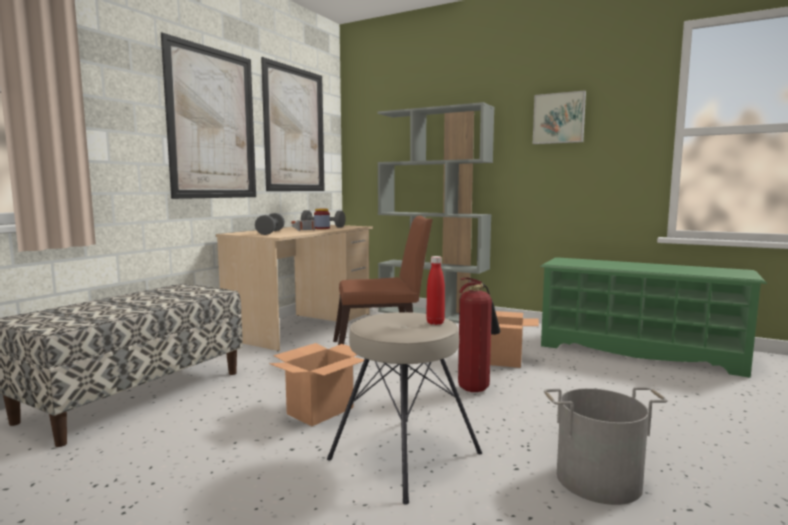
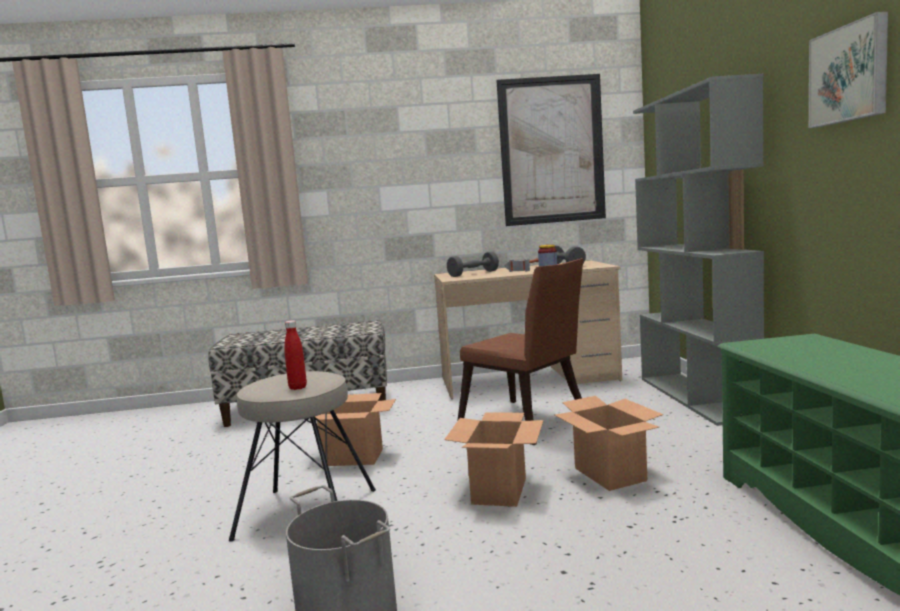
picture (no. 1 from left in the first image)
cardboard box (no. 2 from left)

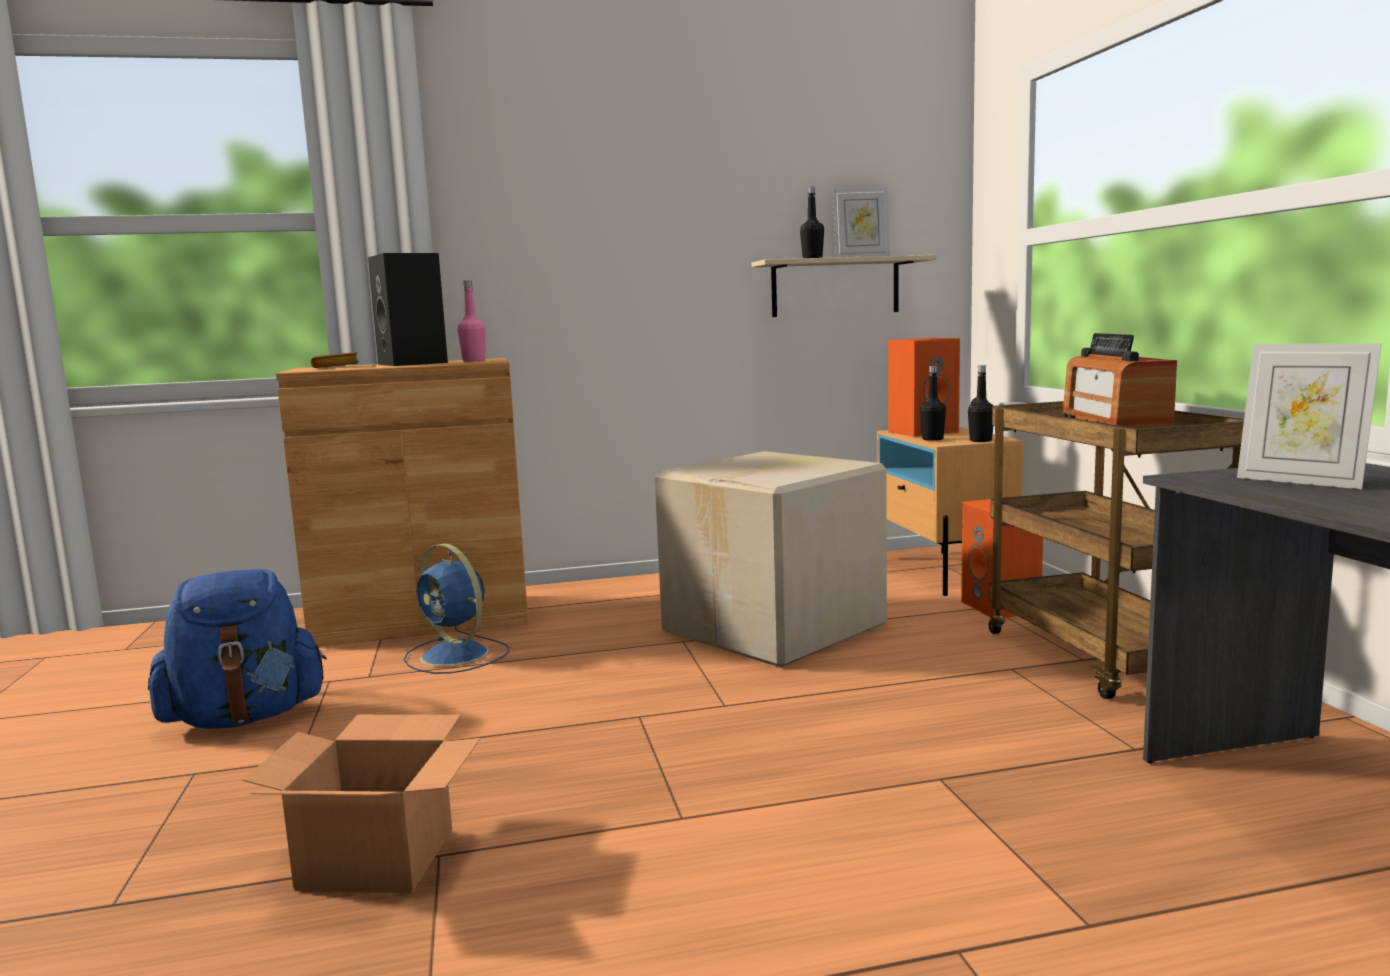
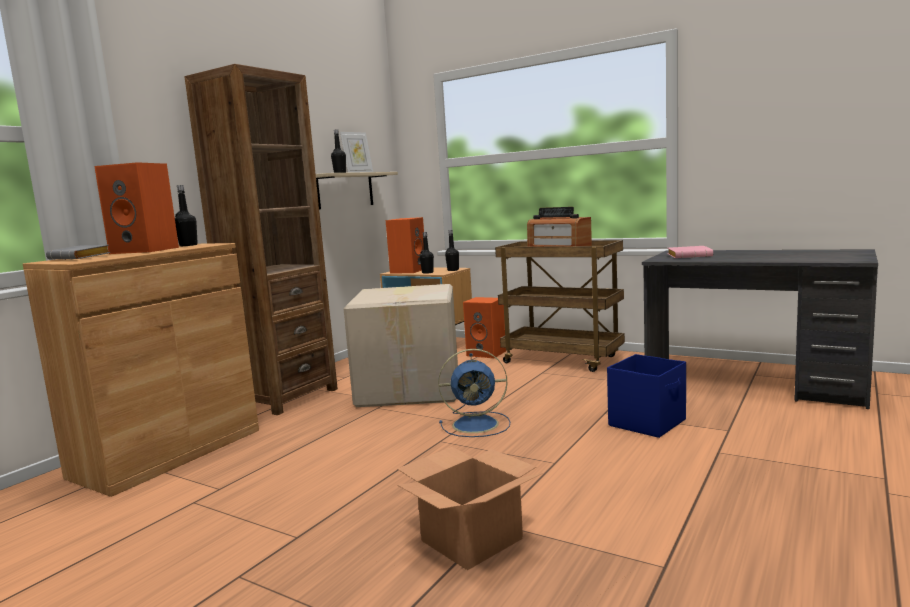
backpack (blue)
book (grey)
speaker (orange) (no. 1 from left)
fan (blue)
bottle (black) (no. 1 from left)
book (pink)
bookcase (brown)
storage box (blue)

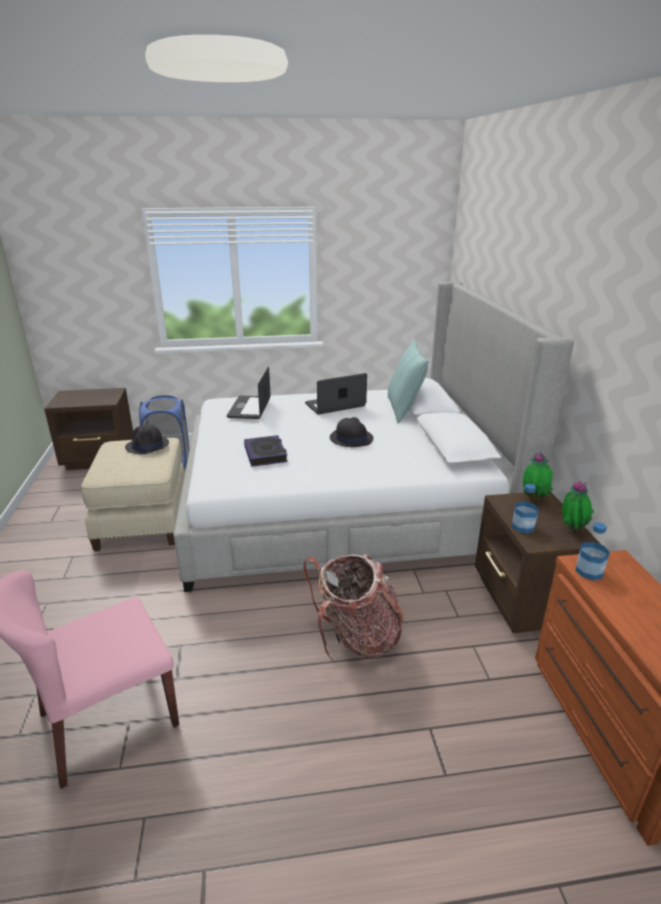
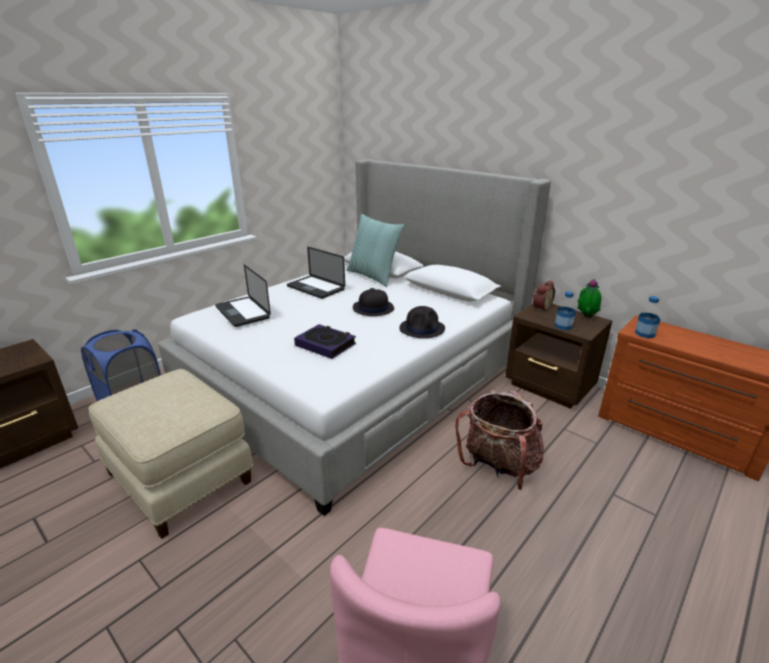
hat (black) (no. 2 from left)
laptop (no. 2 from left)
alarm clock

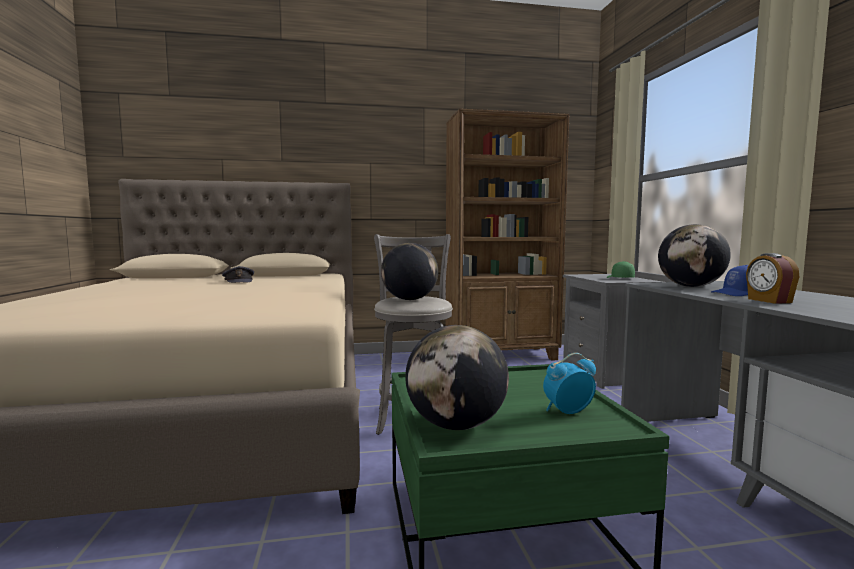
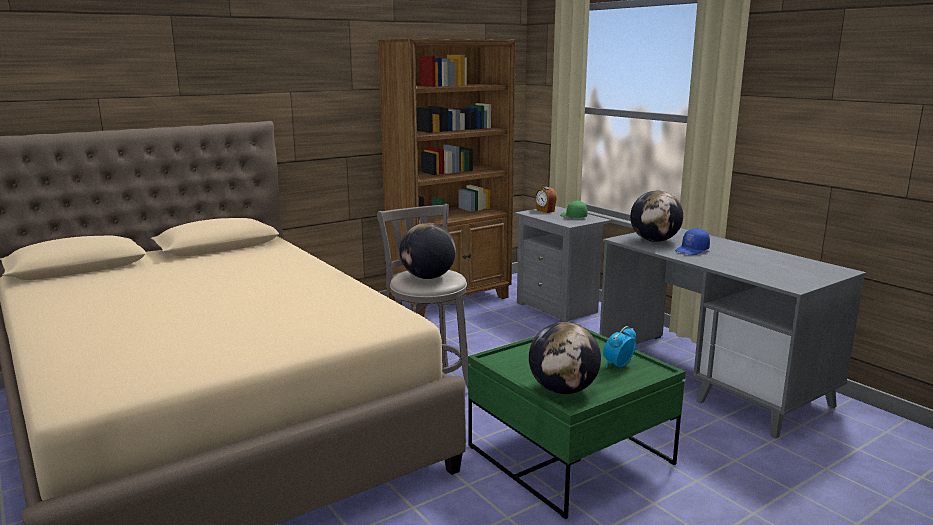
cap (grey)
alarm clock (no. 1 from left)

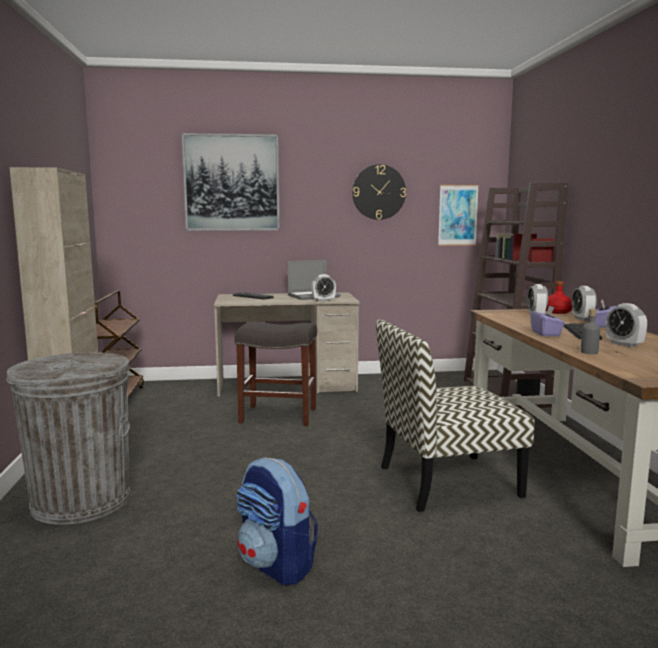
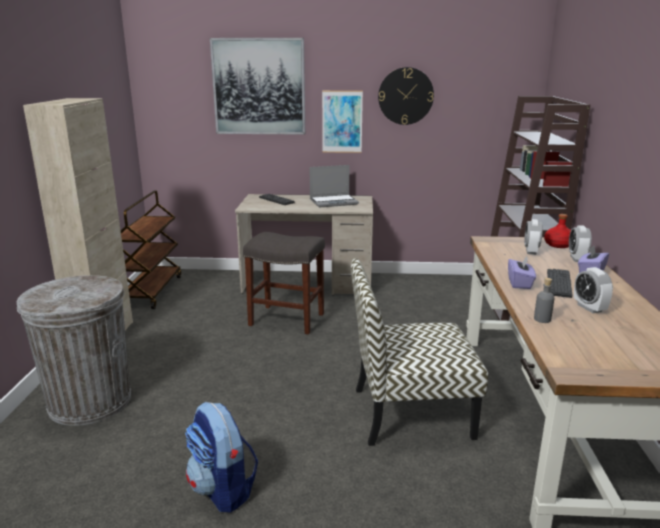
alarm clock (no. 1 from left in the first image)
picture (no. 2 from left)

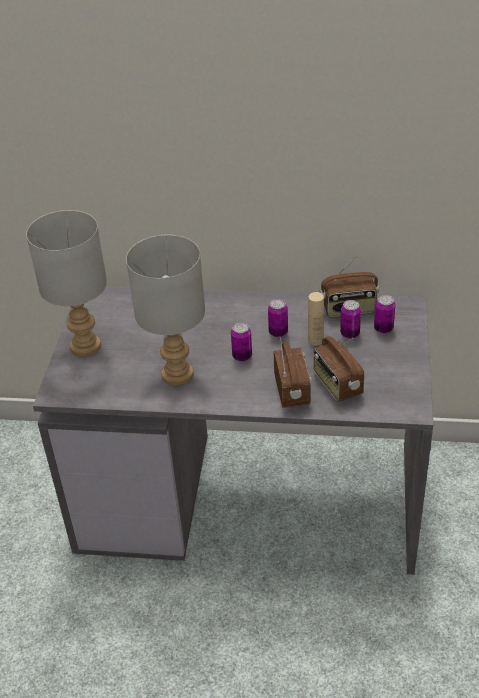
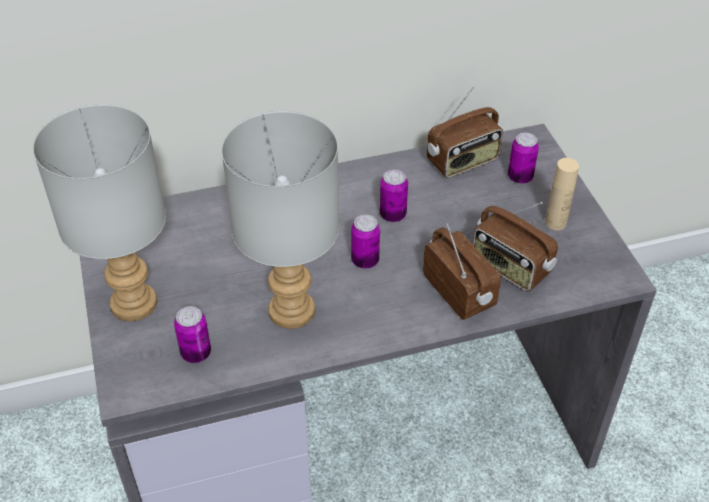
bottle (beige)
can (no. 1 from left)

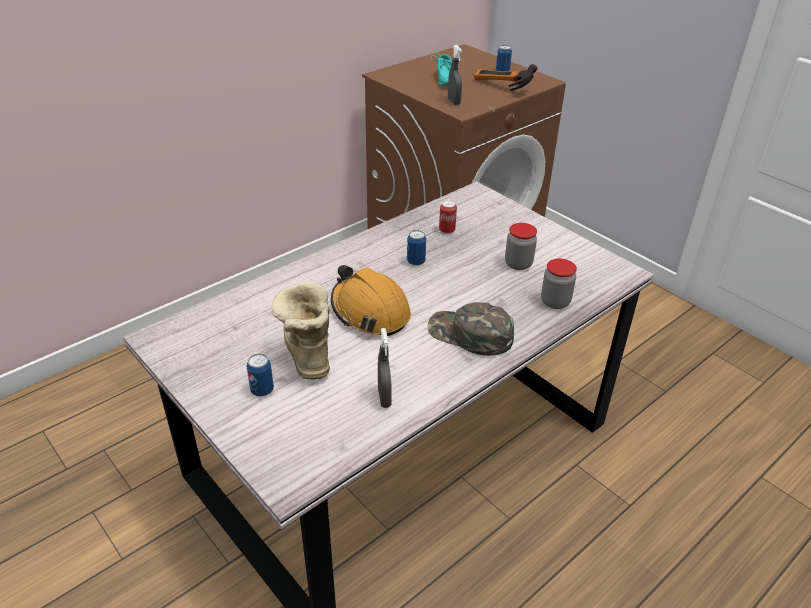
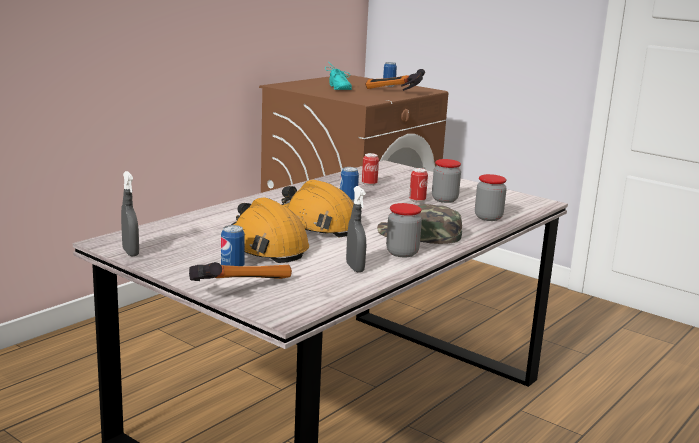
hard hat (orange) (no. 1 from left)
spray bottle (grey) (no. 1 from left)
hammer (no. 1 from left)
jar (no. 1 from left)
can (no. 5 from left)

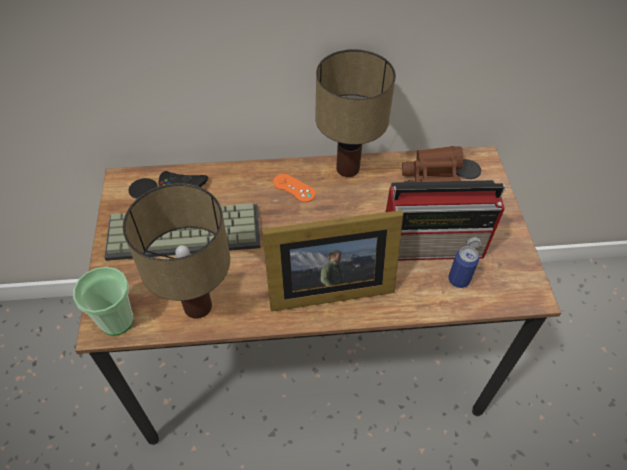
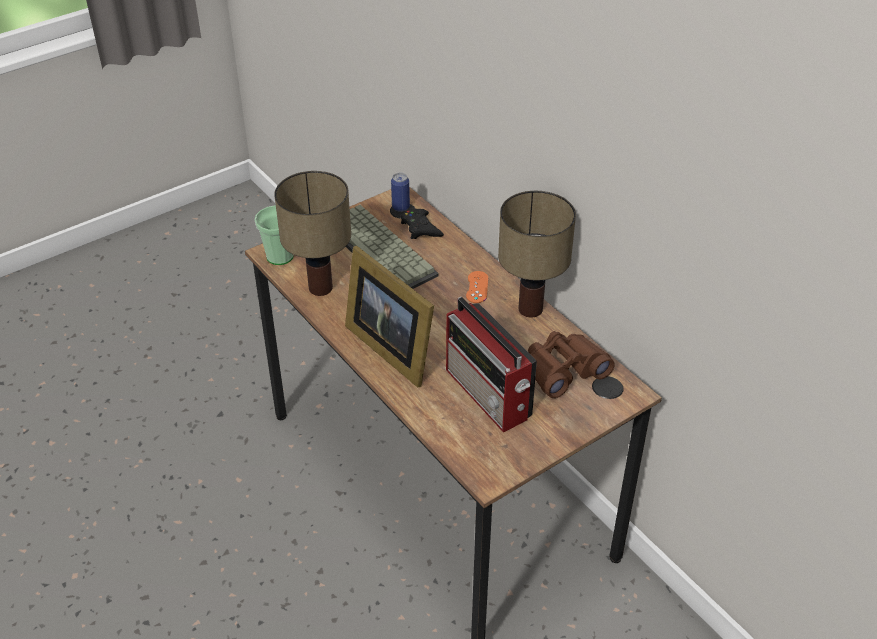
can

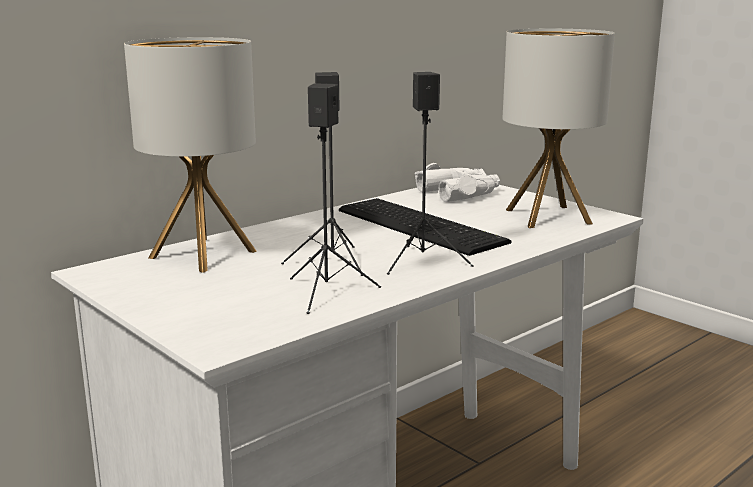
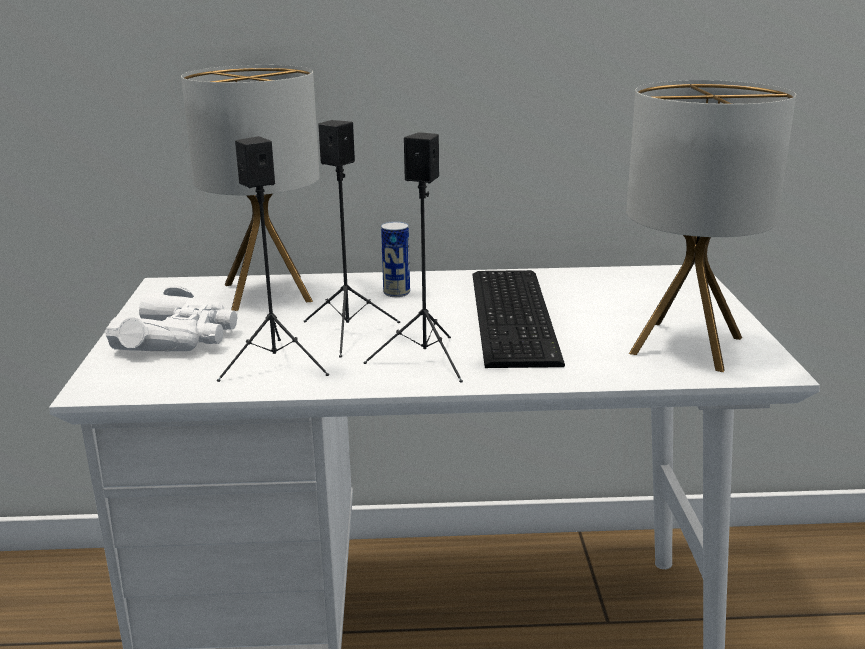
binoculars (white)
can

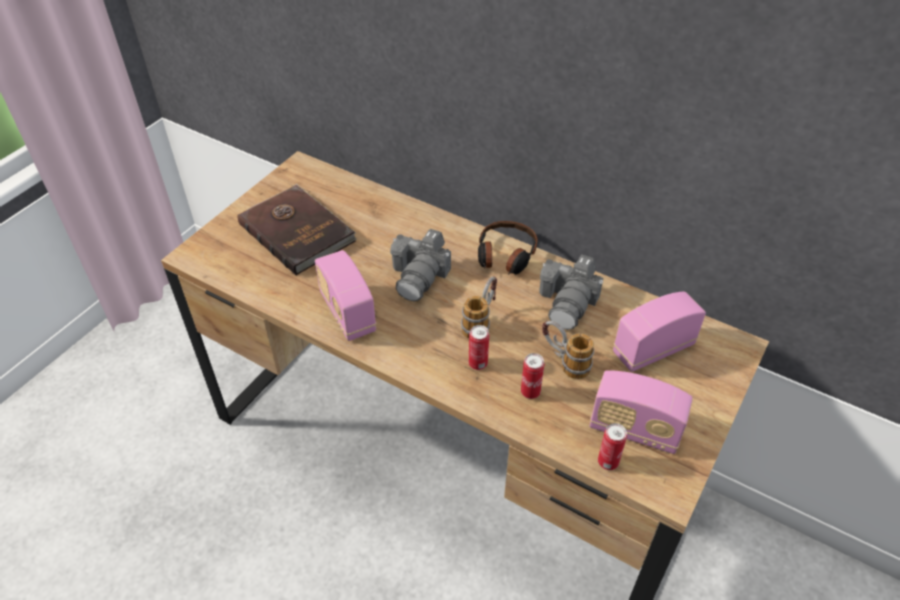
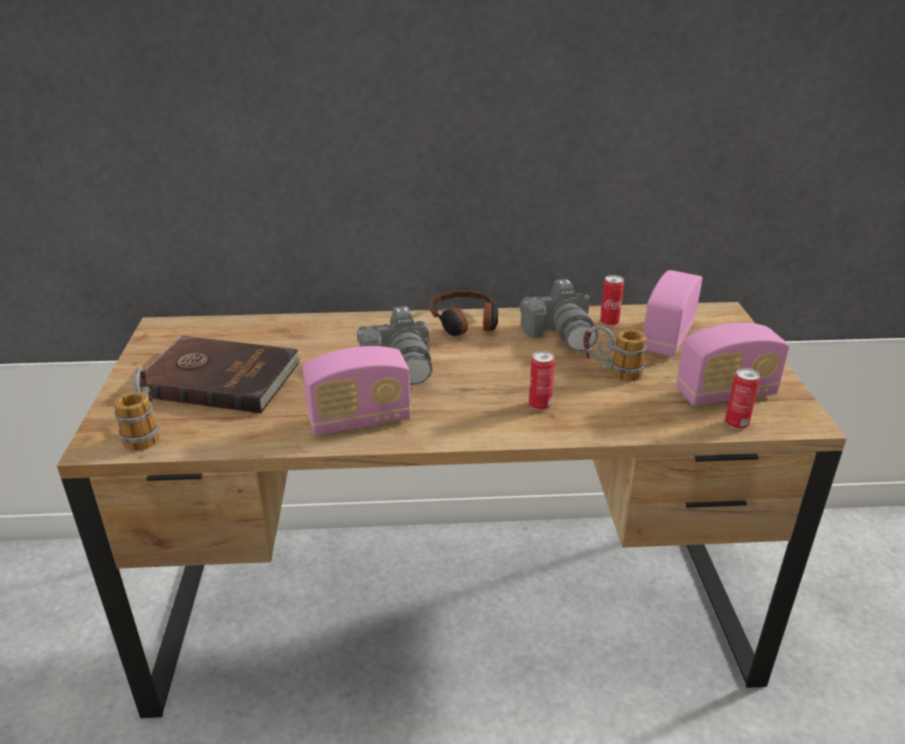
radio (no. 1 from left)
mug (no. 1 from left)
can (no. 2 from left)

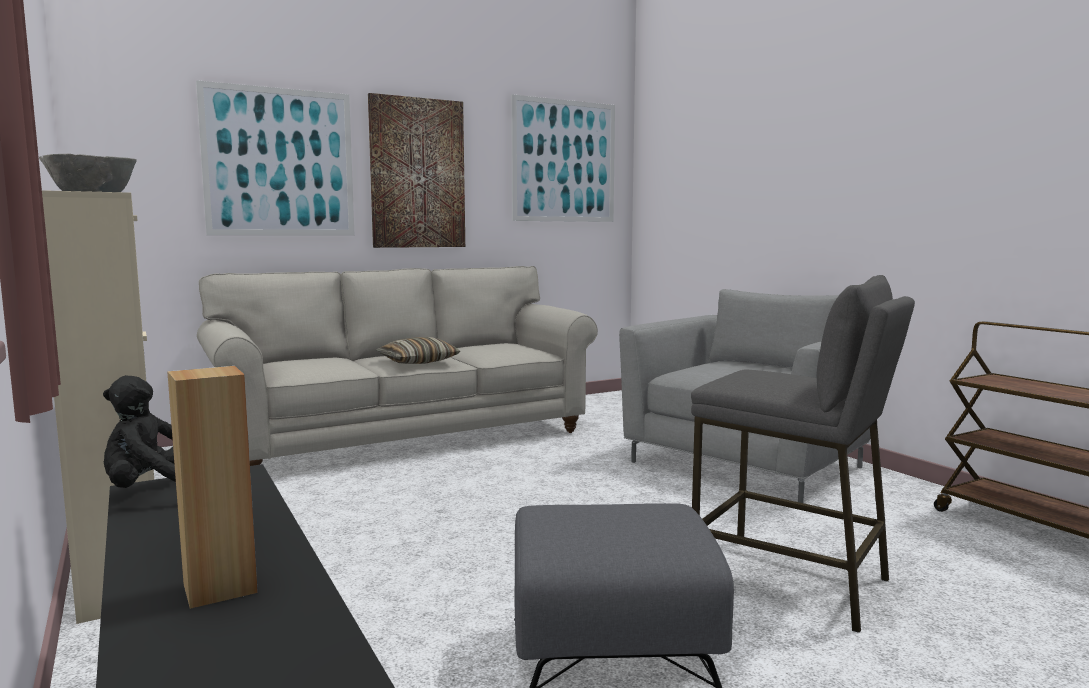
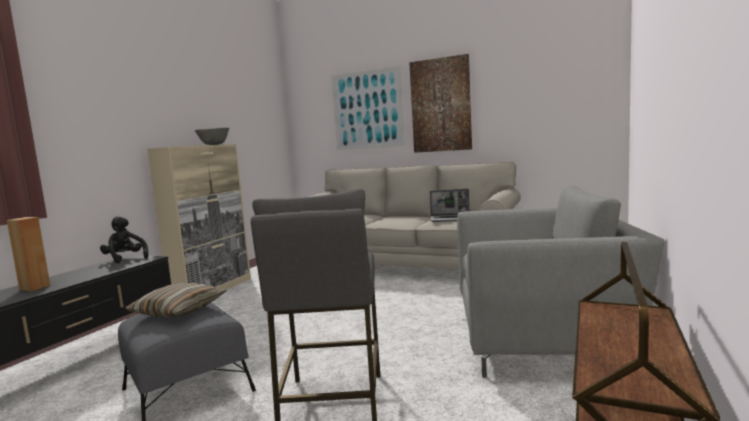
pillow
picture (no. 3 from left in the first image)
laptop

